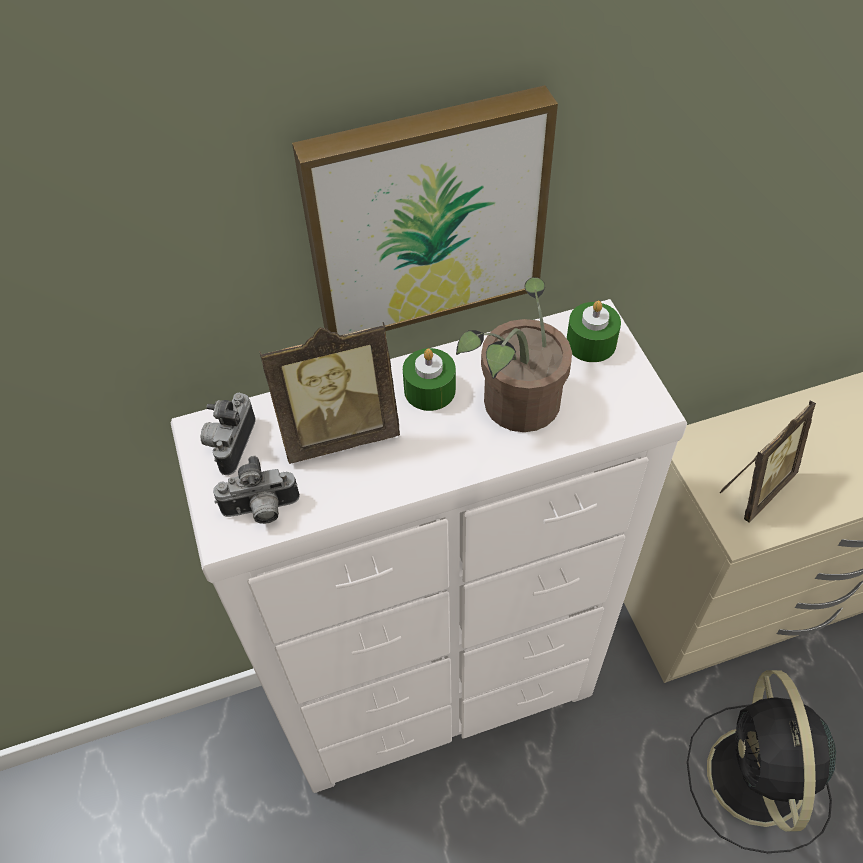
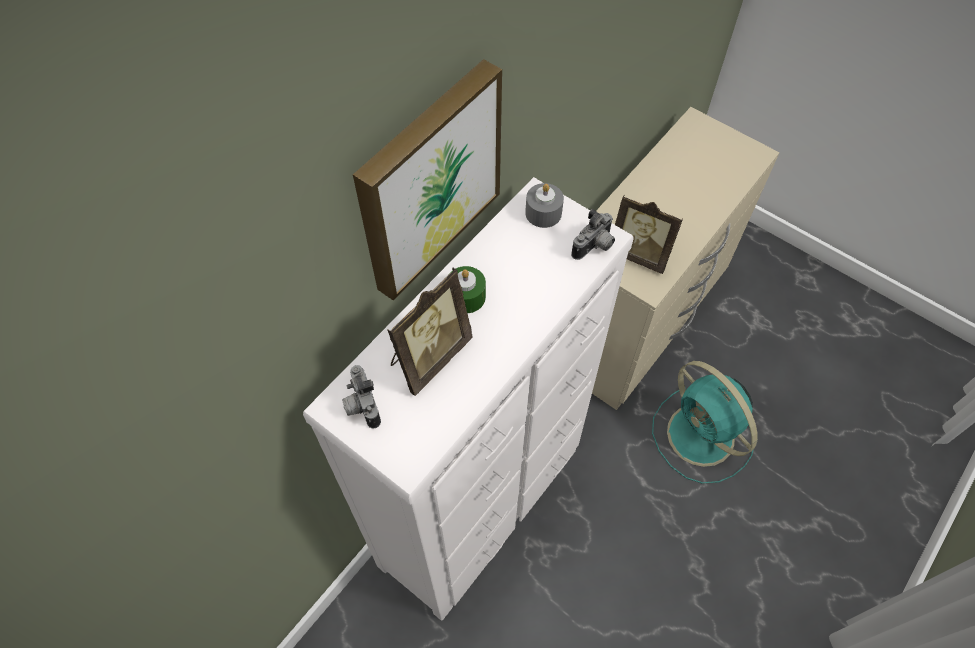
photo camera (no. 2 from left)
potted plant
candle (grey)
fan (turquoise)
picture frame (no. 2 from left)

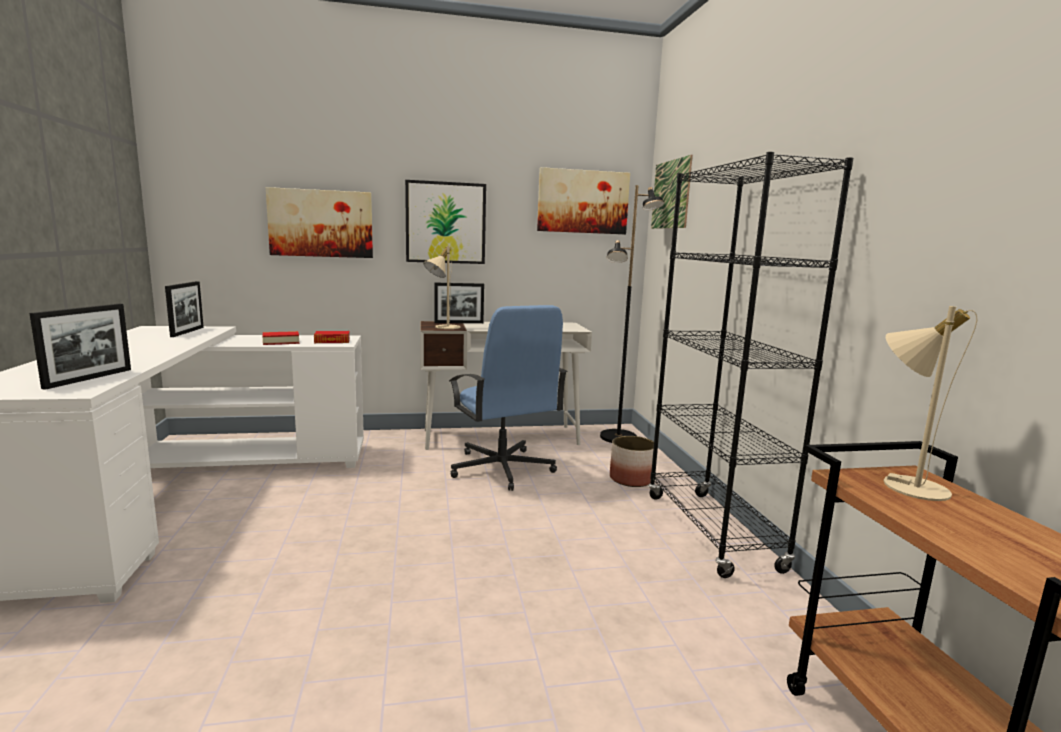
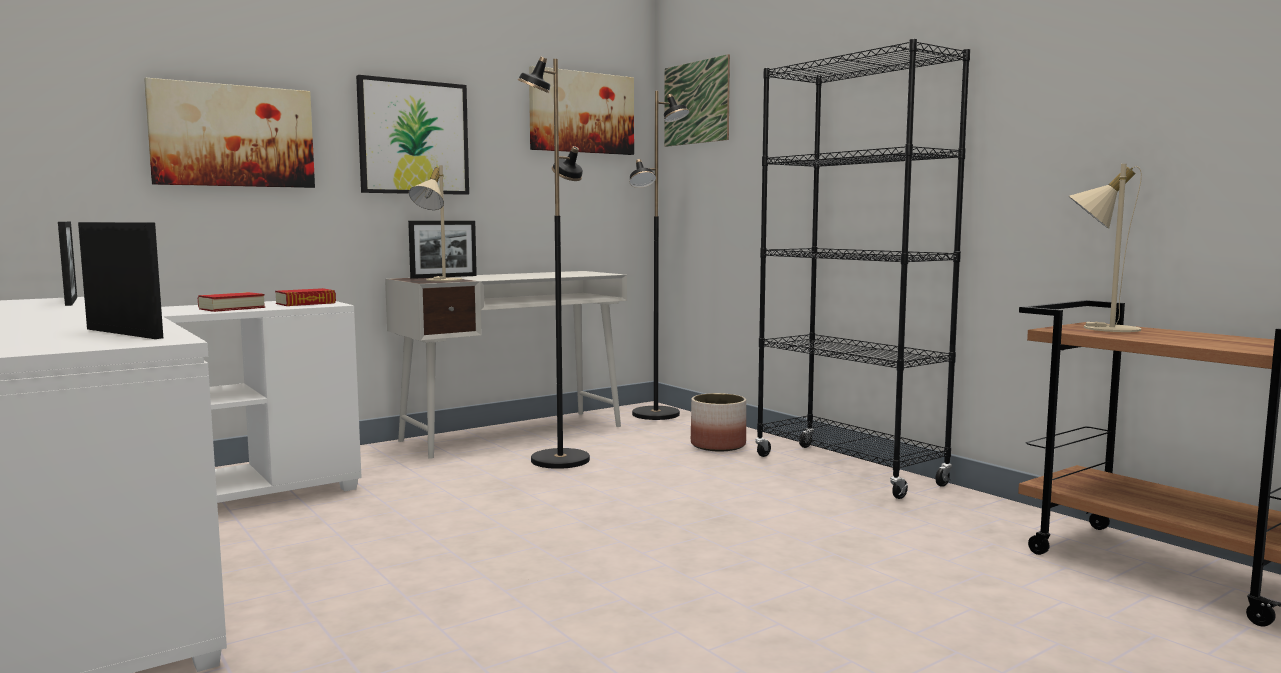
picture frame (no. 2 from left)
floor lamp (black) (no. 1 from left)

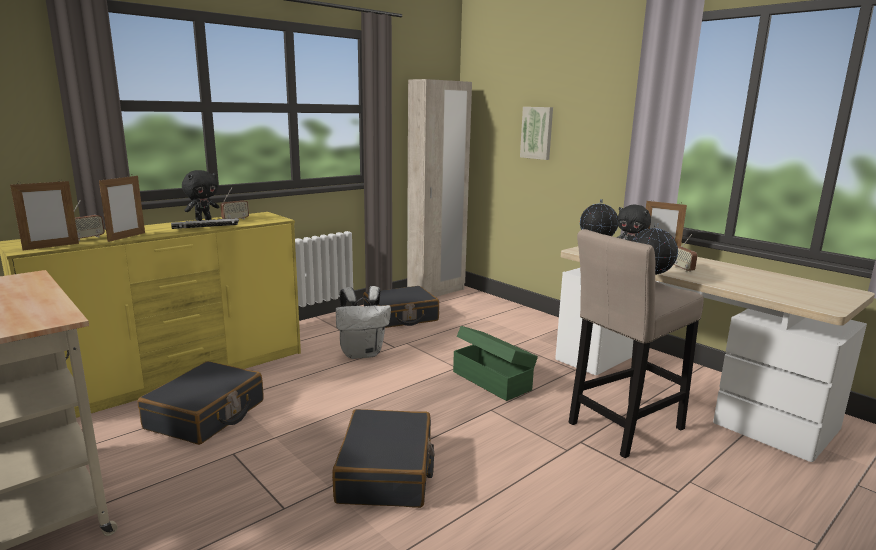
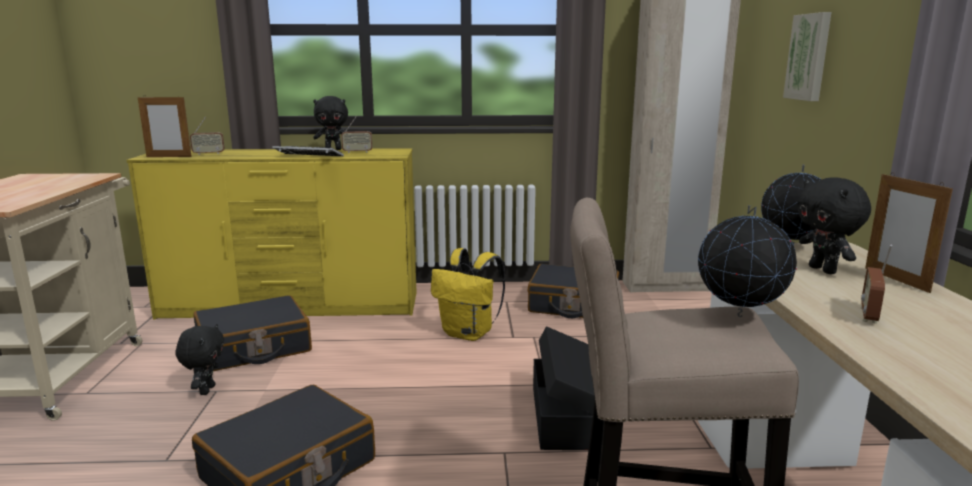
picture frame (no. 2 from left in the first image)
backpack (yellow)
storage box (black)
plush toy (black) (no. 1 from left)

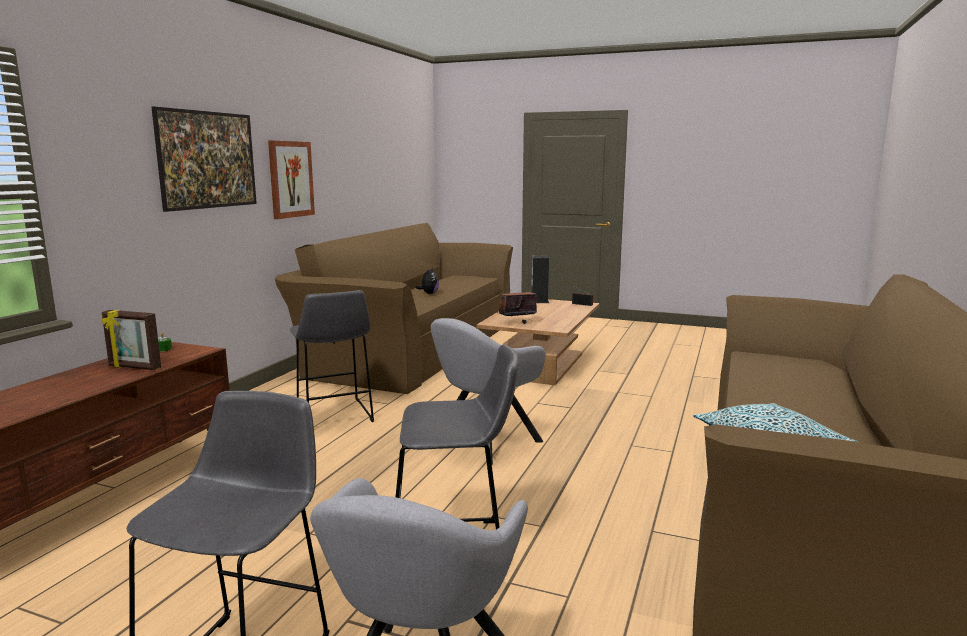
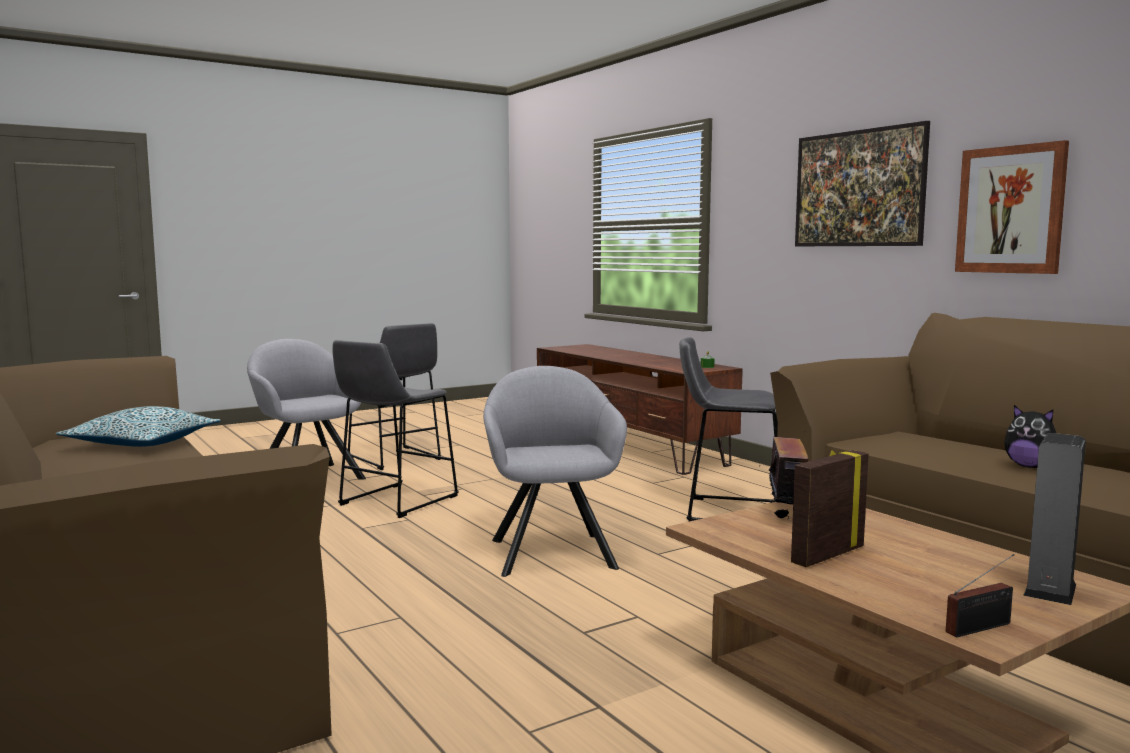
picture frame

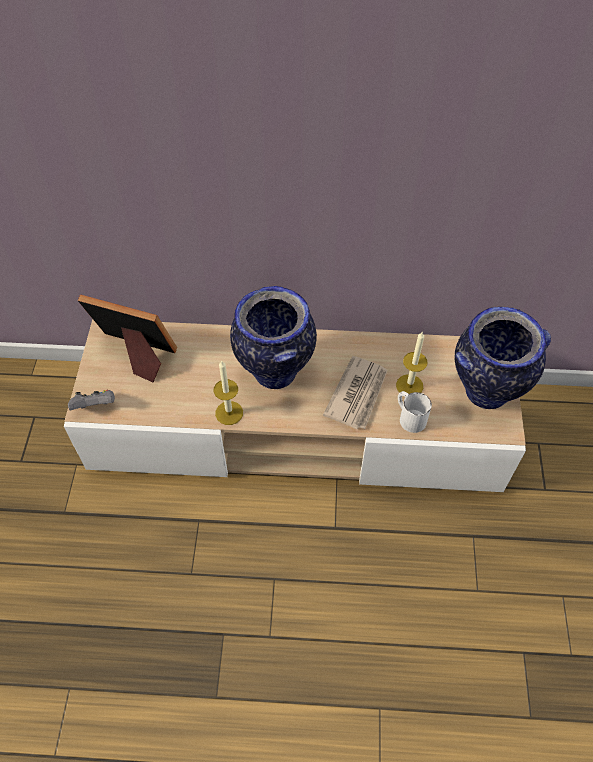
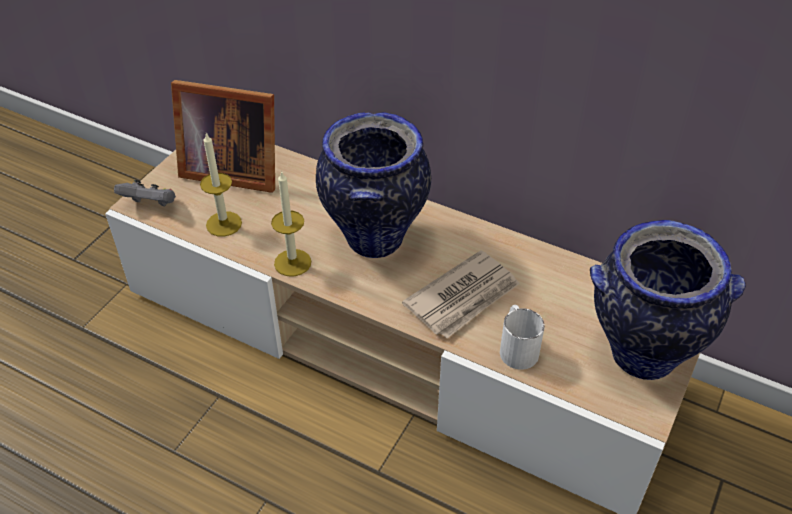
picture frame
candle (no. 1 from left)

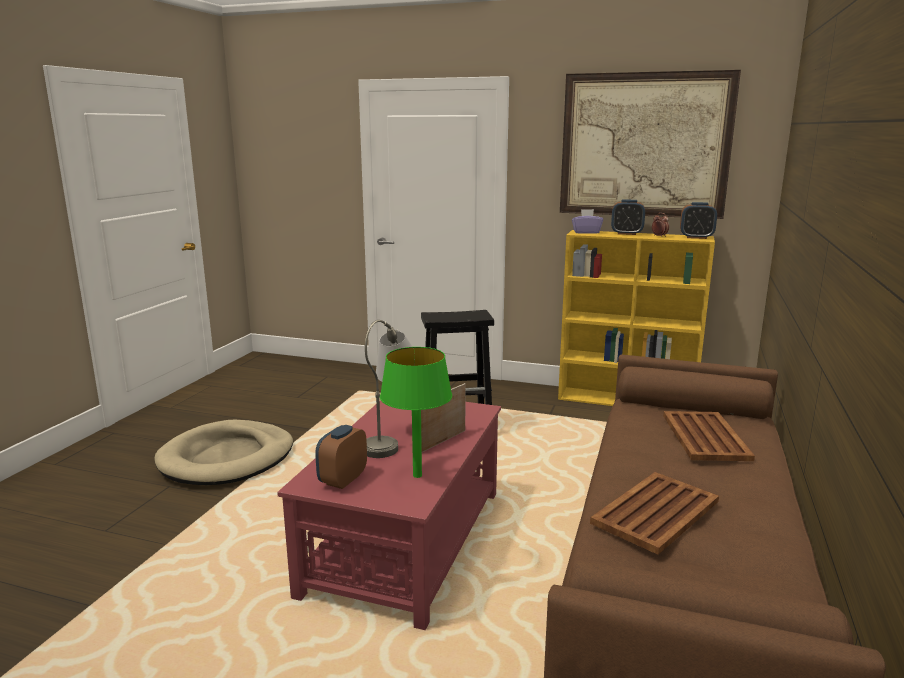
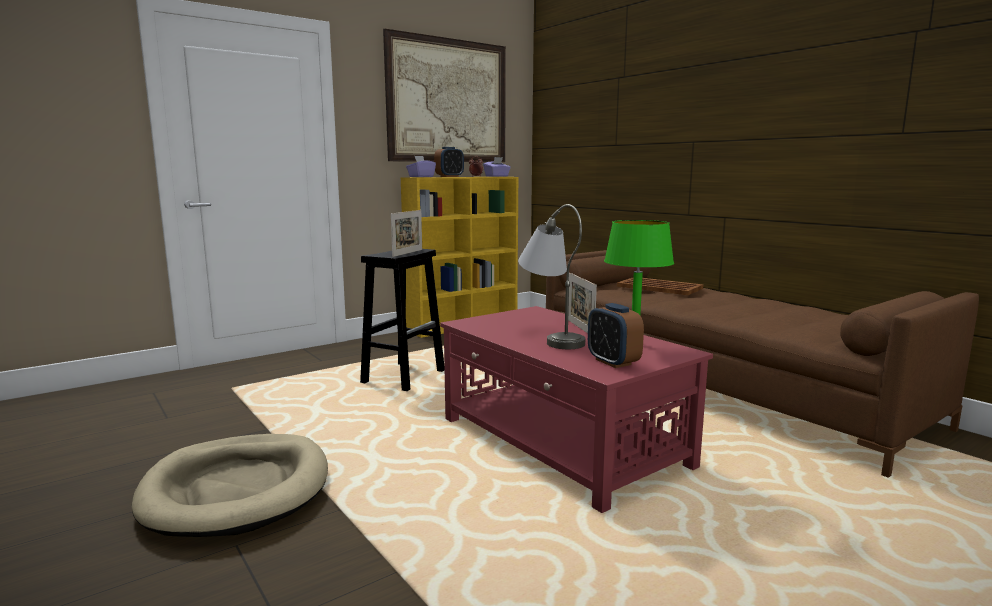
tray (brown) (no. 1 from left in the first image)
tissue box (purple) (no. 2 from left)
picture frame (no. 1 from left)

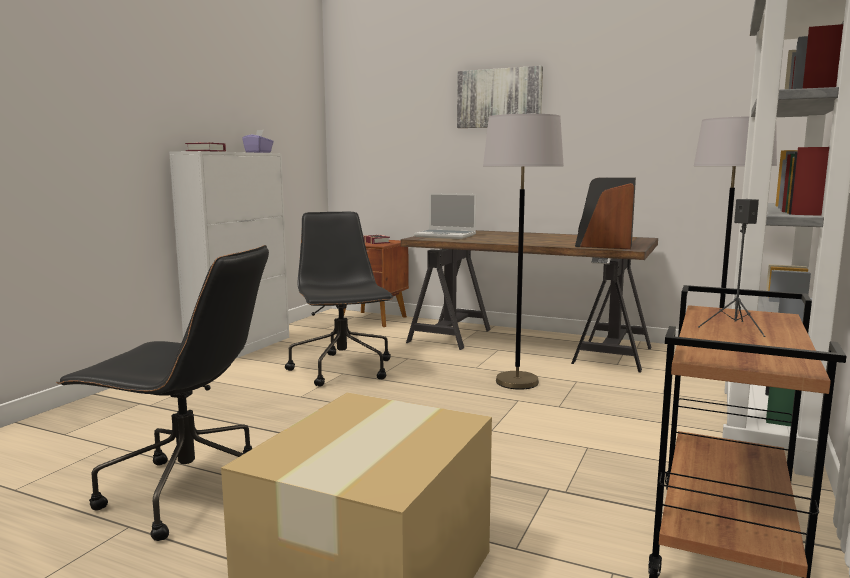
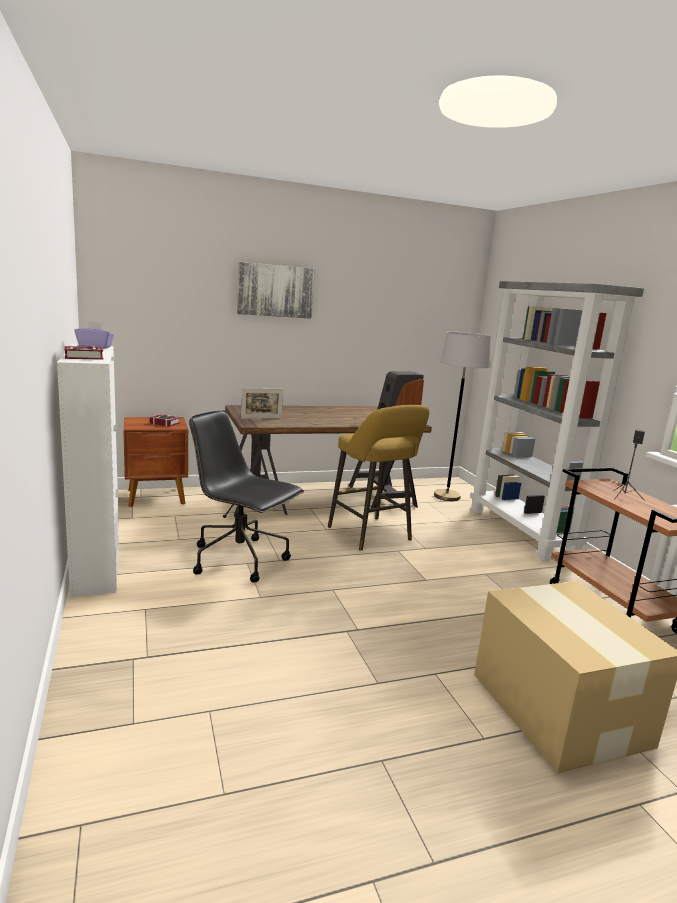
office chair (black) (no. 1 from left in the first image)
picture frame
stool (yellow)

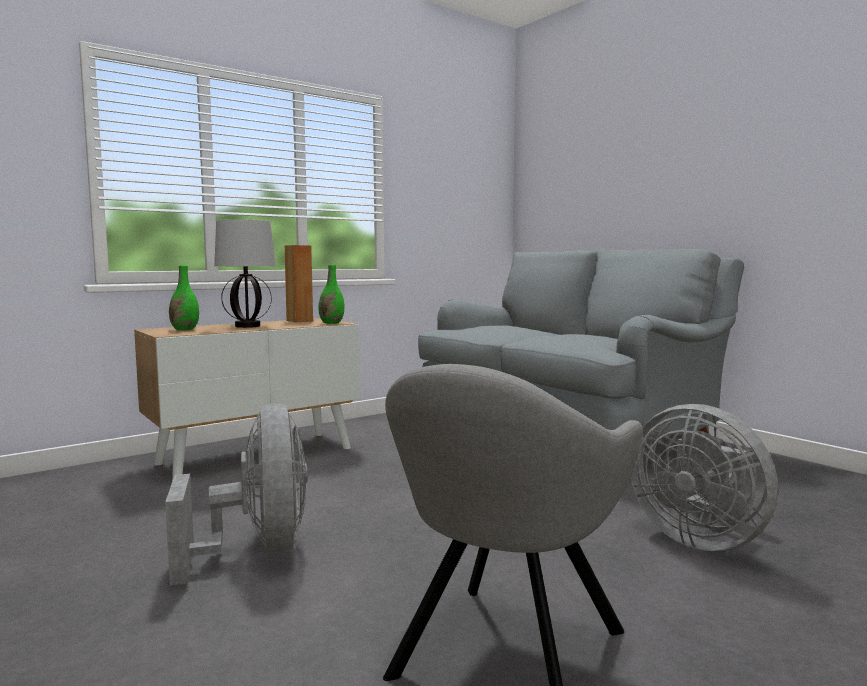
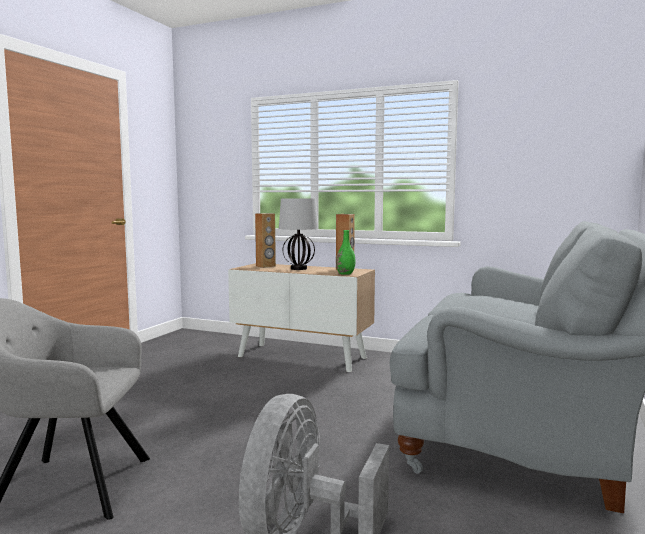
fan (grey) (no. 1 from left in the first image)
speaker (brown) (no. 1 from left)

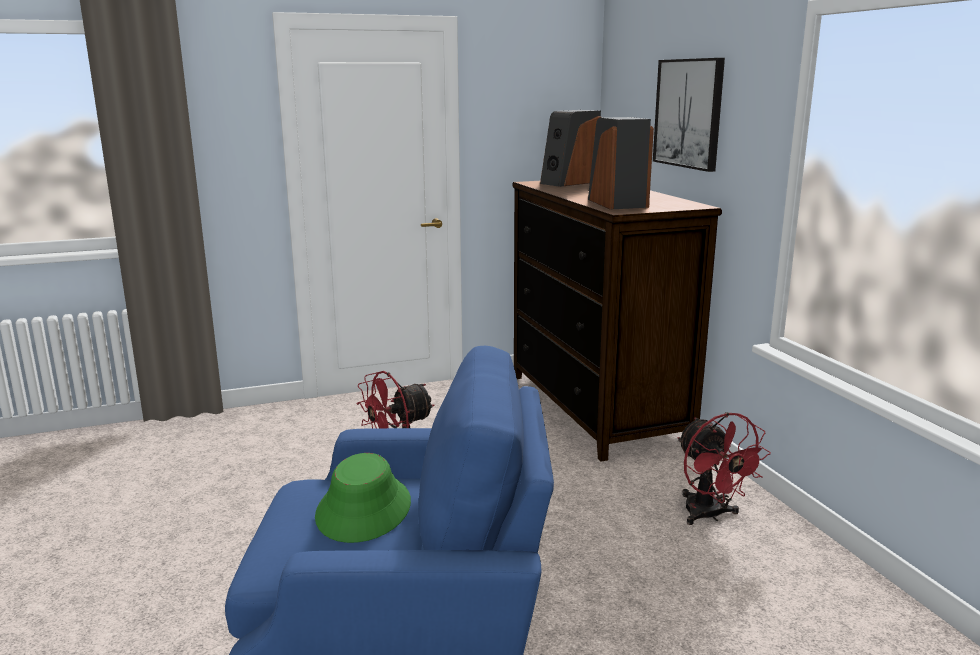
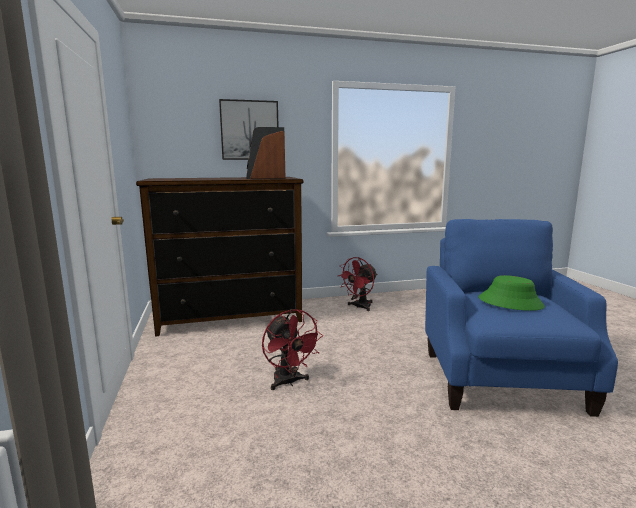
speaker (no. 1 from left in the first image)
fan (red) (no. 2 from left)

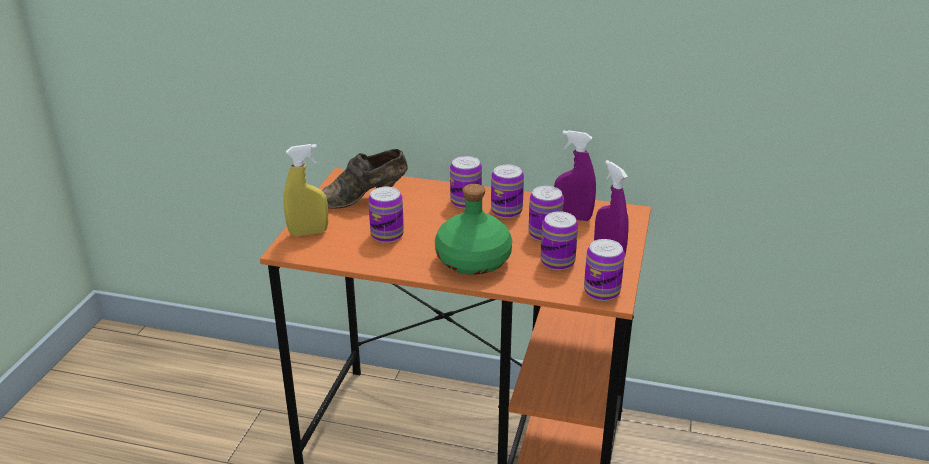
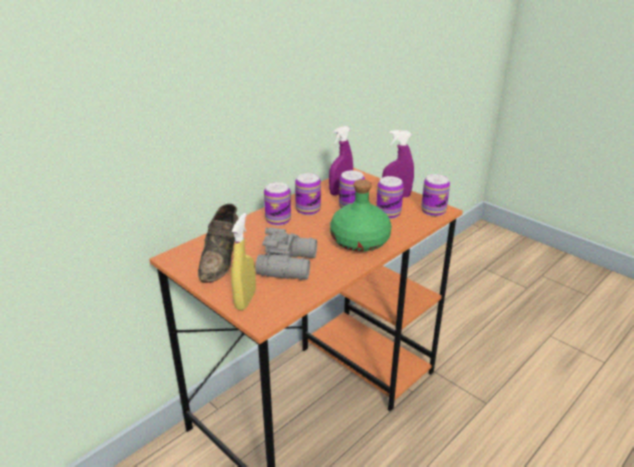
binoculars (grey)

